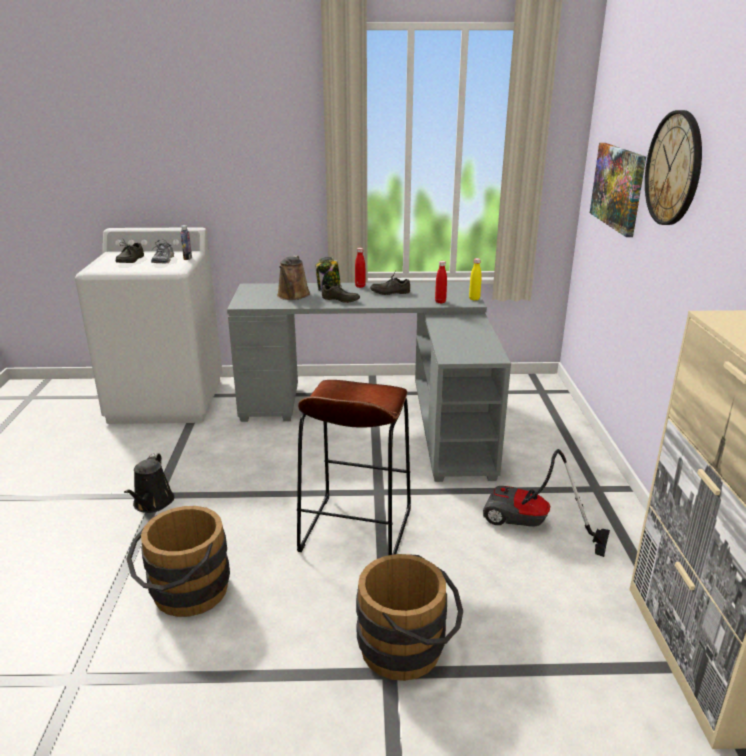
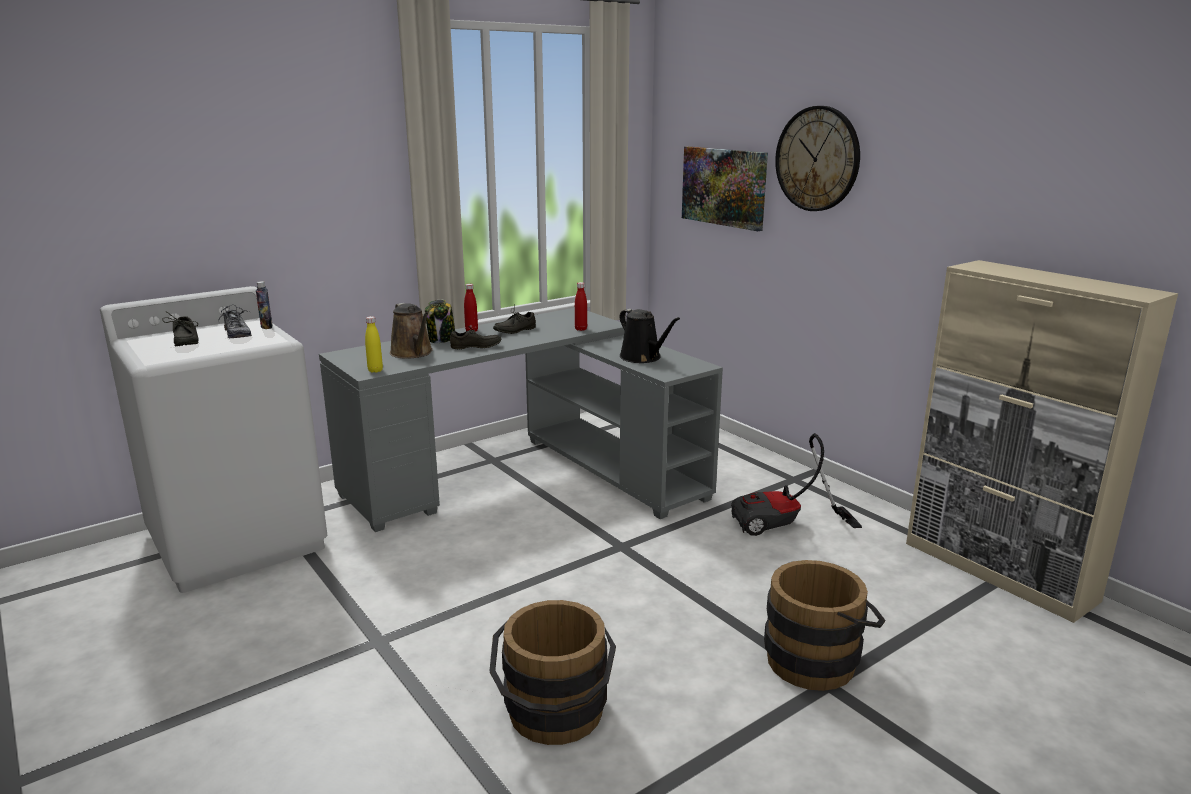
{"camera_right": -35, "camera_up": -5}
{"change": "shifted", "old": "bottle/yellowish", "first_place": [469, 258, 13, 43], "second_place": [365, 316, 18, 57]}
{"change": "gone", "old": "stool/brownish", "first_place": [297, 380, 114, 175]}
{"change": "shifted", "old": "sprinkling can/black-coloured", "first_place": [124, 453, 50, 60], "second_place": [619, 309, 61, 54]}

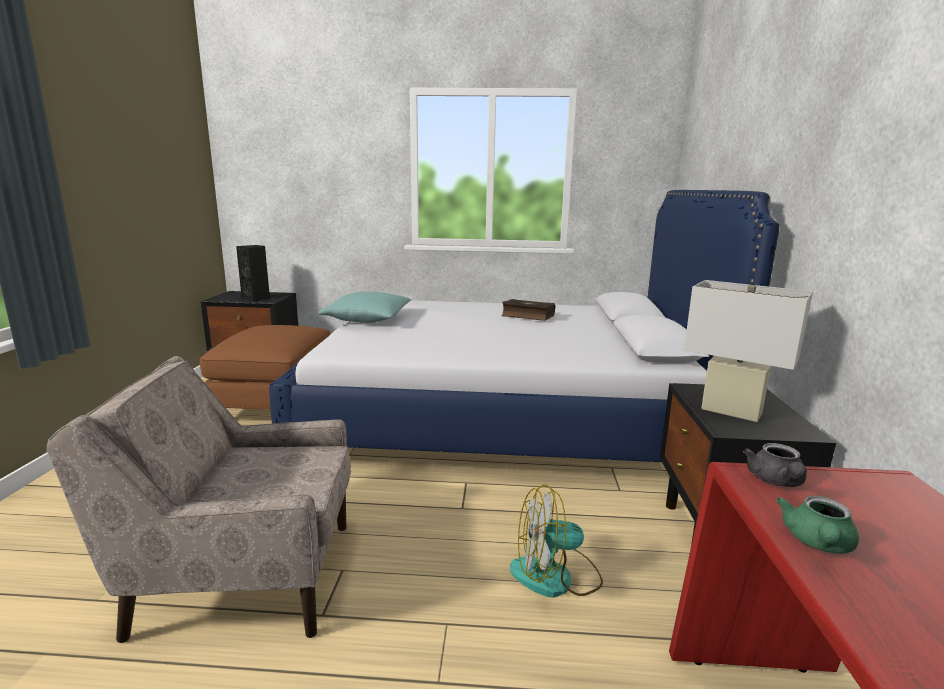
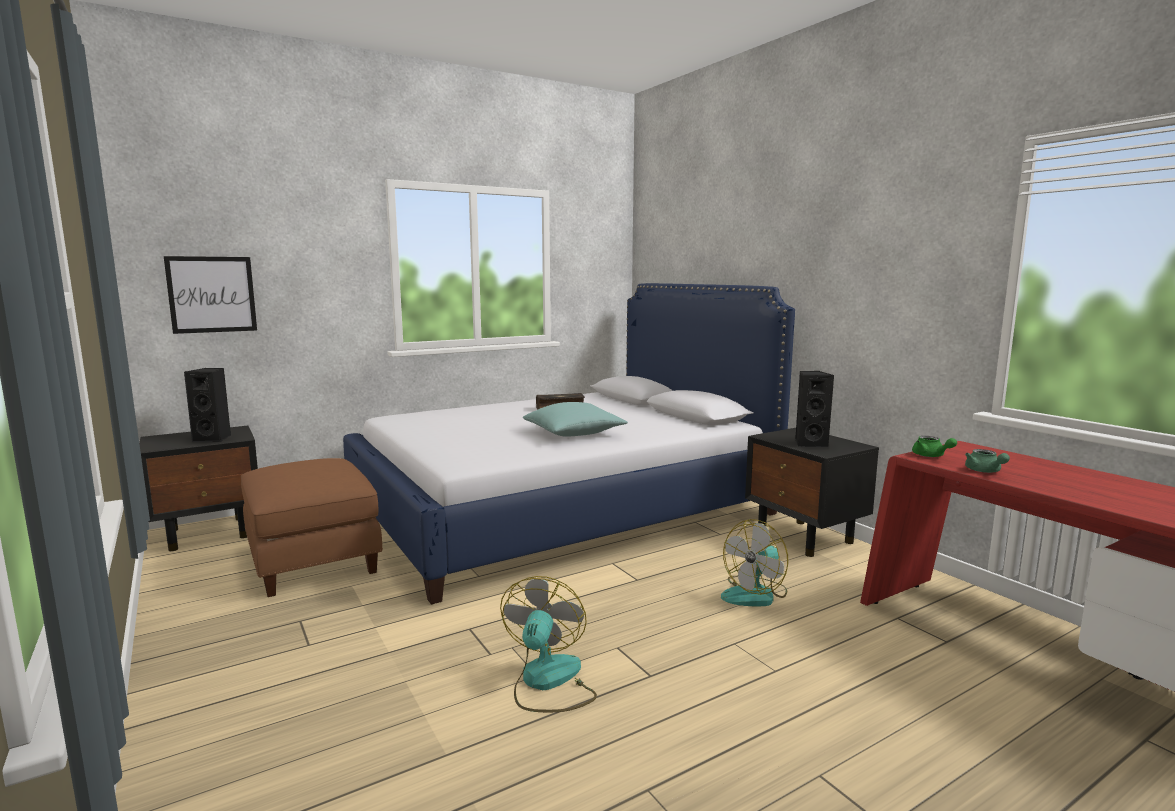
{"camera_right": -35, "camera_up": -5}
{"change": "swapped", "old": "lamp for a table/whitish", "new": "speaker/black-coloured", "first_place": [684, 280, 129, 142], "second_place": [795, 371, 39, 76]}
{"change": "shifted", "old": "cushion/blue-green", "first_place": [318, 291, 93, 32], "second_place": [523, 402, 105, 35]}
{"change": "swapped", "old": "easy chair/sand-coloured", "new": "fan", "first_place": [47, 356, 304, 287], "second_place": [500, 576, 97, 136]}
{"change": "repainted", "old": "teapot/grey", "new": "teapot/green", "first_place": [743, 443, 64, 44], "second_place": [912, 436, 45, 21]}
{"change": "new", "new": "wall picture", "second_place": [164, 256, 93, 78]}

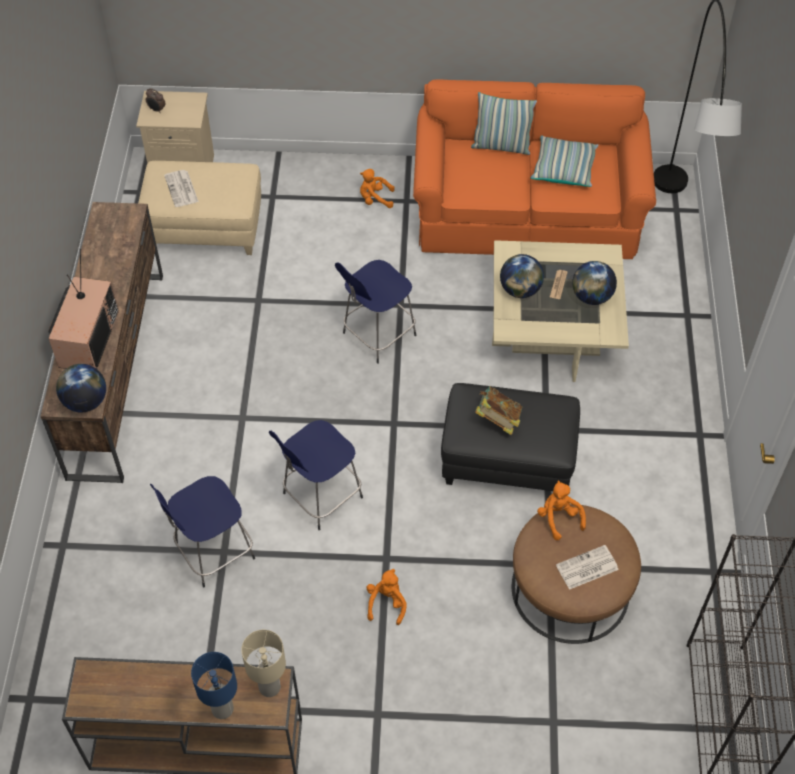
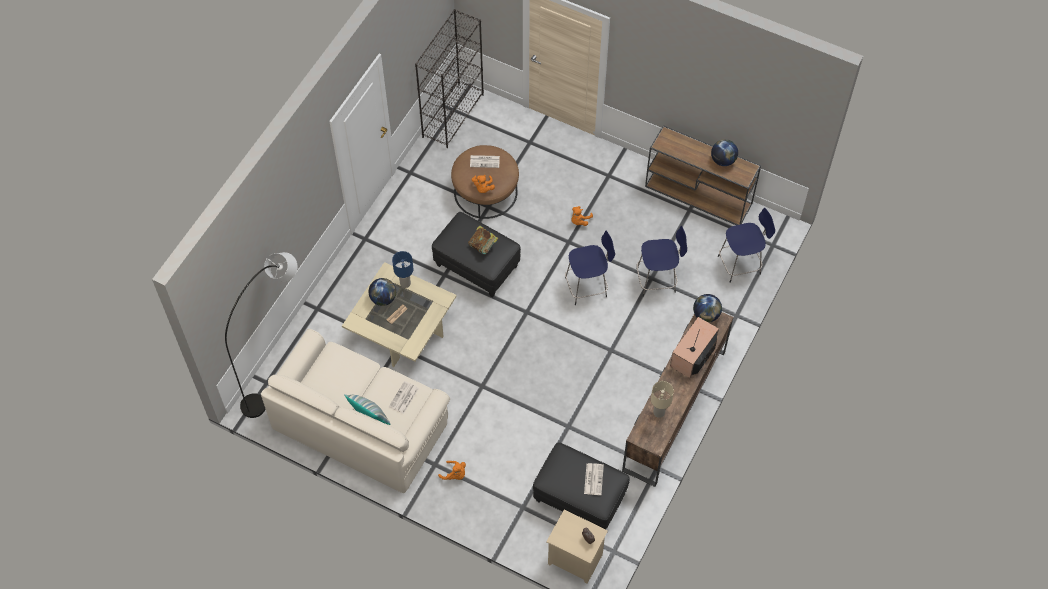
{"camera_right": -155, "camera_up": 5}
{"change": "repainted", "old": "couch/orange-coloured", "new": "couch/sand-coloured", "first_place": [413, 79, 243, 180], "second_place": [261, 329, 189, 164]}
{"change": "gone", "old": "cushion", "first_place": [531, 135, 67, 52]}
{"change": "repainted", "old": "ottoman/sand-coloured", "new": "ottoman/black-coloured", "first_place": [138, 161, 123, 94], "second_place": [533, 442, 97, 87]}
{"change": "shifted", "old": "desk globe", "first_place": [500, 254, 44, 44], "second_place": [711, 139, 27, 27]}
{"change": "shifted", "old": "stool/bluish", "first_place": [335, 260, 81, 104], "second_place": [718, 208, 57, 75]}
{"change": "shifted", "old": "lamp for a table/sand-coloured", "first_place": [241, 630, 45, 67], "second_place": [651, 381, 23, 37]}
{"change": "shifted", "old": "lamp for a table/bluish", "first_place": [191, 652, 46, 67], "second_place": [392, 251, 22, 37]}
{"change": "new", "new": "daily paper", "second_place": [389, 381, 30, 33]}

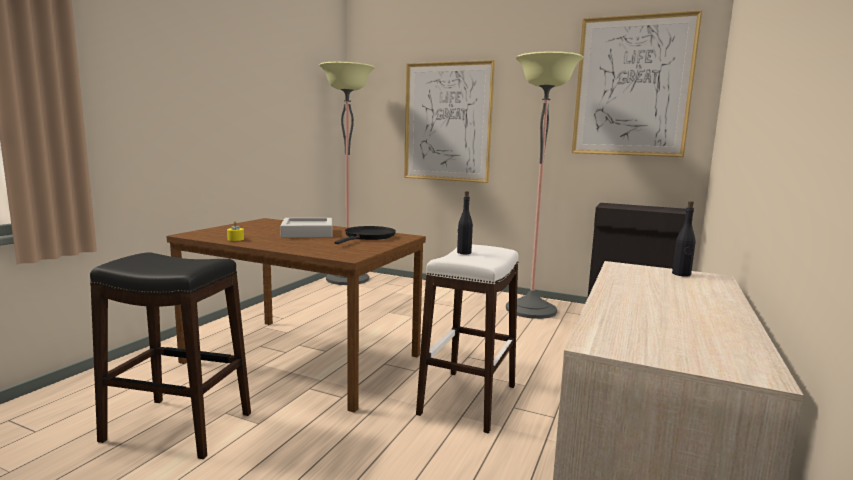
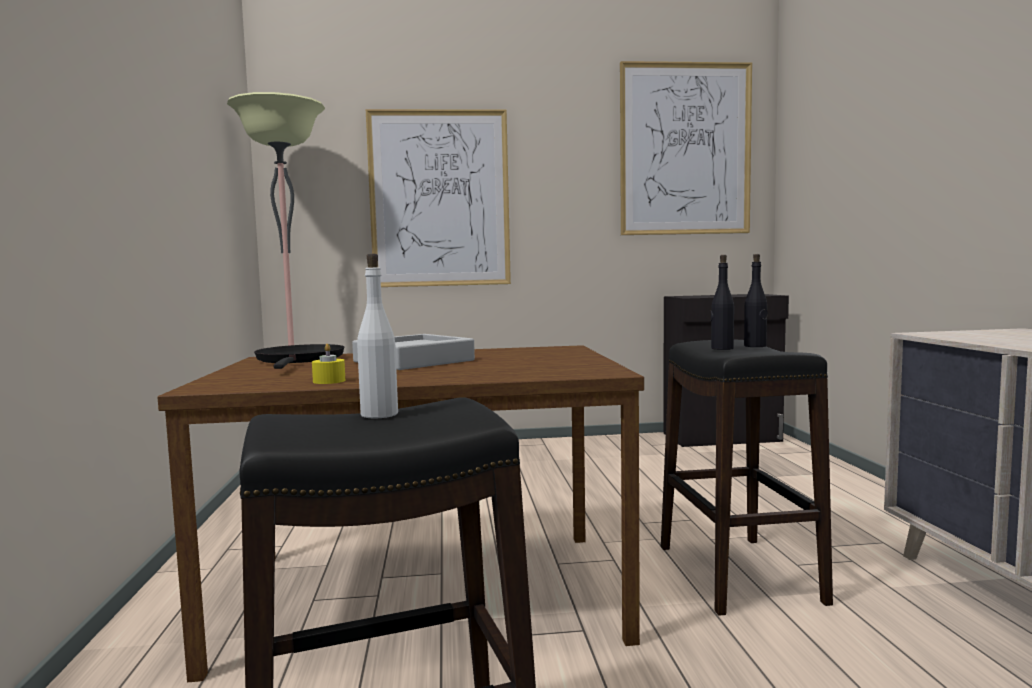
{"camera_right": -30, "camera_up": -5}
{"change": "gone", "old": "standard lamp", "first_place": [506, 51, 78, 268]}
{"change": "shifted", "old": "bottle/black-coloured", "first_place": [672, 201, 24, 76], "second_place": [744, 254, 24, 93]}
{"change": "shifted", "old": "pan/black-coloured", "first_place": [335, 226, 61, 18], "second_place": [254, 344, 90, 25]}
{"change": "repainted", "old": "stool/whitish", "new": "stool/black-coloured", "first_place": [416, 244, 102, 190], "second_place": [661, 340, 172, 276]}
{"change": "new", "new": "bottle/whitish", "second_place": [357, 254, 41, 164]}

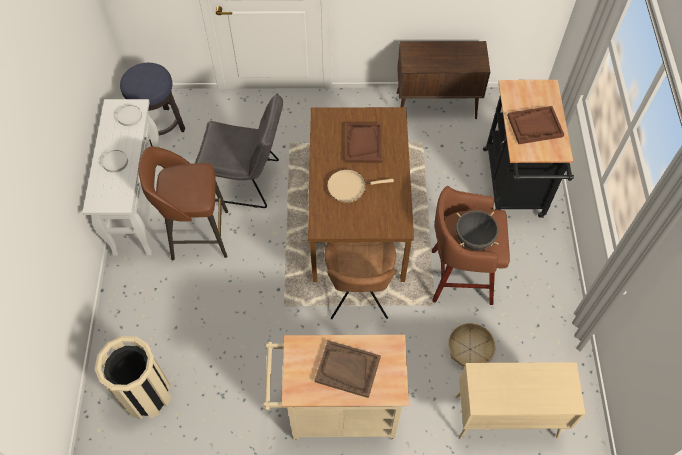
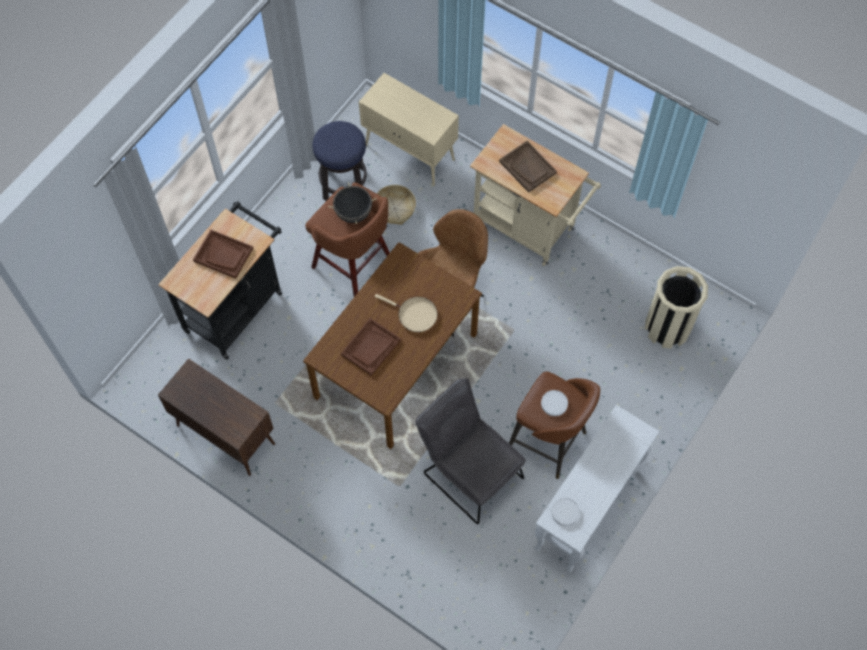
{"camera_right": -145, "camera_up": 5}
{"change": "shifted", "old": "stool", "first_place": [120, 63, 65, 84], "second_place": [312, 121, 55, 80]}
{"change": "shifted", "old": "dinner plate/whitish", "first_place": [102, 150, 26, 23], "second_place": [541, 390, 27, 26]}

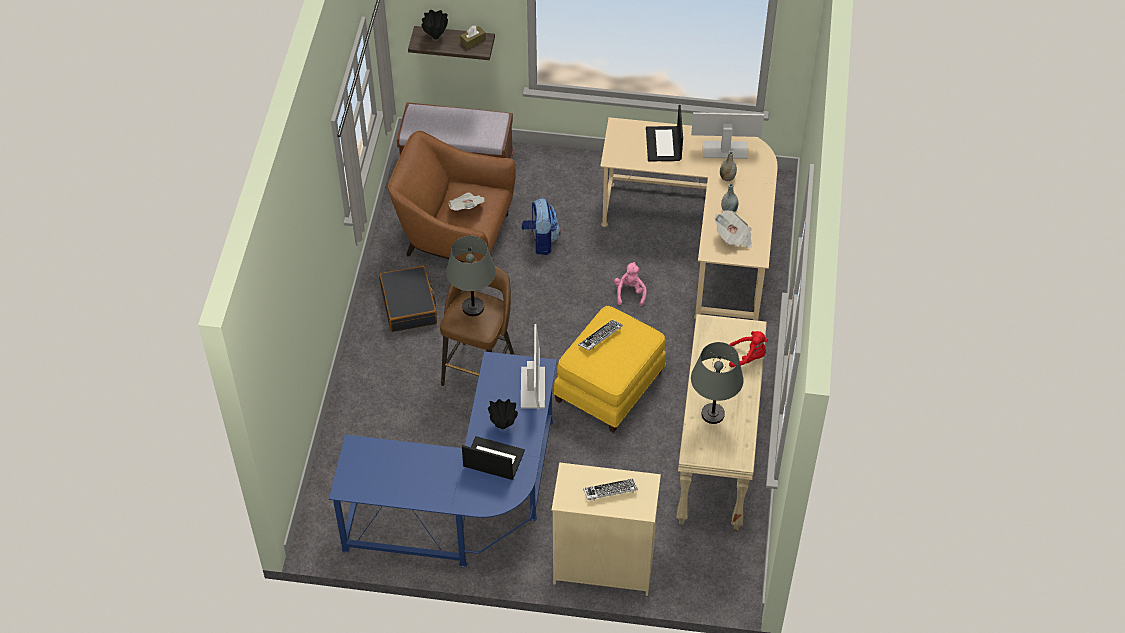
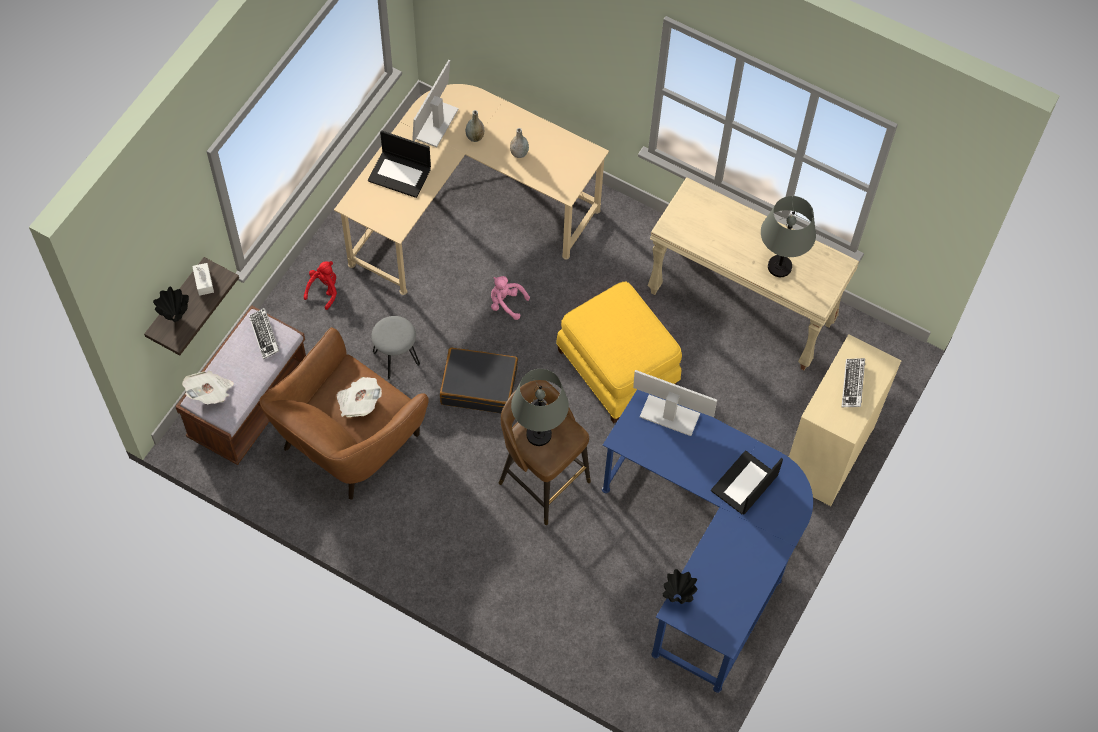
{"camera_right": -70, "camera_up": 10}
{"change": "repainted", "old": "tissue holder/brownish", "new": "tissue holder/whitish", "first_place": [460, 25, 26, 24], "second_place": [192, 263, 22, 33]}
{"change": "swapped", "old": "knapsack", "new": "stool/grey", "first_place": [522, 198, 38, 57], "second_place": [371, 316, 49, 64]}
{"change": "shifted", "old": "daily paper", "first_place": [715, 210, 37, 38], "second_place": [182, 371, 52, 33]}
{"change": "shifted", "old": "travel case/black-coloured", "first_place": [379, 266, 58, 66], "second_place": [440, 348, 78, 65]}
{"change": "shifted", "old": "keyboard", "first_place": [578, 320, 45, 31], "second_place": [249, 308, 30, 51]}
{"change": "shifted", "old": "cuddly toy/red", "first_place": [729, 331, 39, 36], "second_place": [304, 261, 33, 49]}
{"change": "shifted", "old": "flower vase/black-coloured", "first_place": [488, 399, 30, 30], "second_place": [663, 569, 34, 35]}

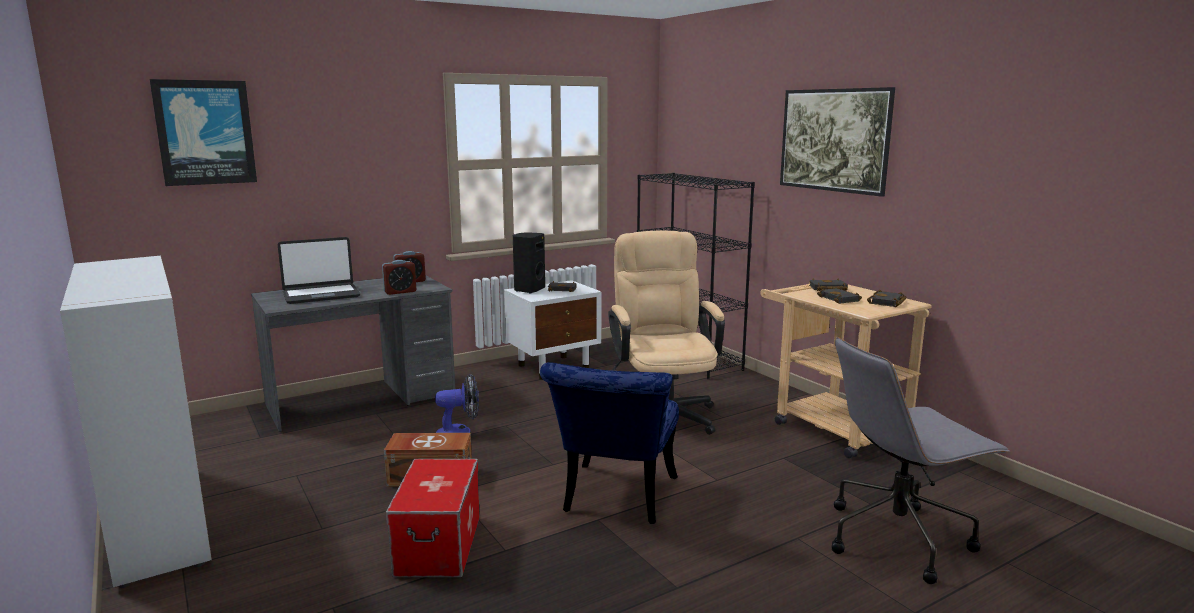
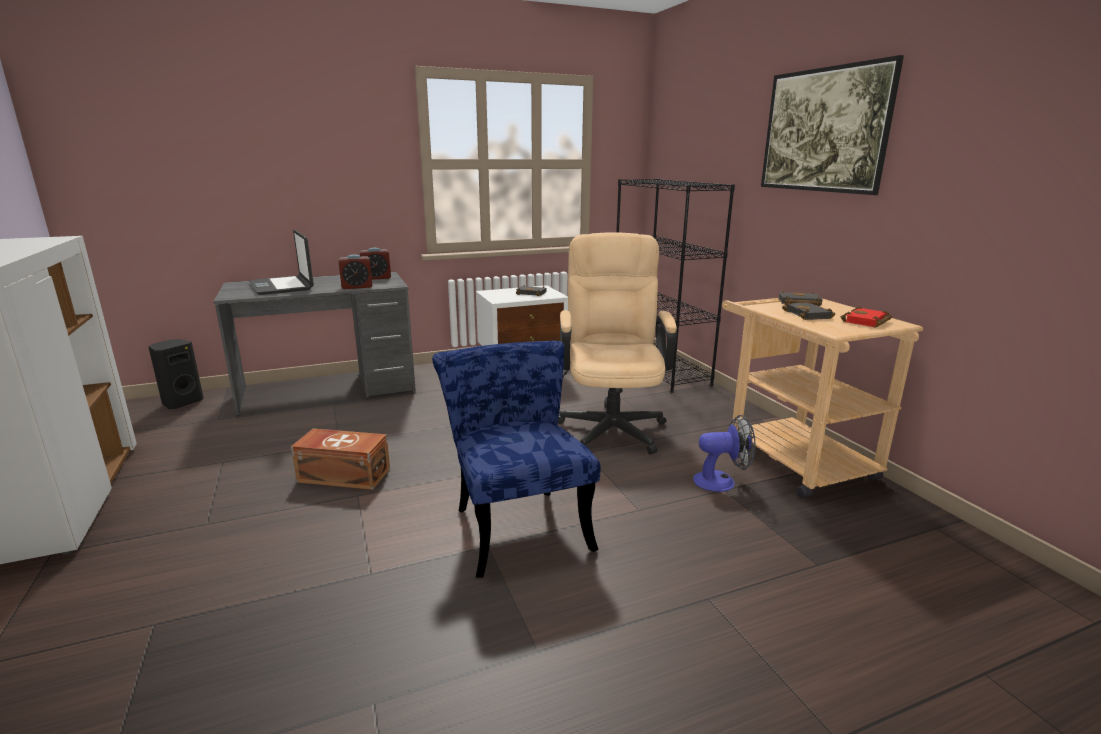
{"camera_right": 10, "camera_up": 5}
{"change": "gone", "old": "wall picture", "first_place": [150, 79, 107, 107]}
{"change": "shifted", "old": "speaker/black-coloured", "first_place": [513, 232, 32, 61], "second_place": [148, 339, 55, 70]}
{"change": "rotated", "old": "portable computer", "first_place": [278, 237, 82, 67], "second_place": [250, 230, 64, 65], "degrees": 75}
{"change": "repainted", "old": "bound book/black-coloured", "new": "bound book/red", "first_place": [867, 290, 40, 17], "second_place": [841, 306, 51, 22]}
{"change": "gone", "old": "computer chair/grey", "first_place": [832, 337, 178, 247]}
{"change": "rotated", "old": "plain chair/bluish", "first_place": [540, 362, 139, 162], "second_place": [432, 341, 168, 237], "degrees": 135}
{"change": "shifted", "old": "fan", "first_place": [435, 374, 44, 59], "second_place": [693, 415, 63, 77]}
{"change": "gone", "old": "storage box", "first_place": [386, 459, 94, 118]}

